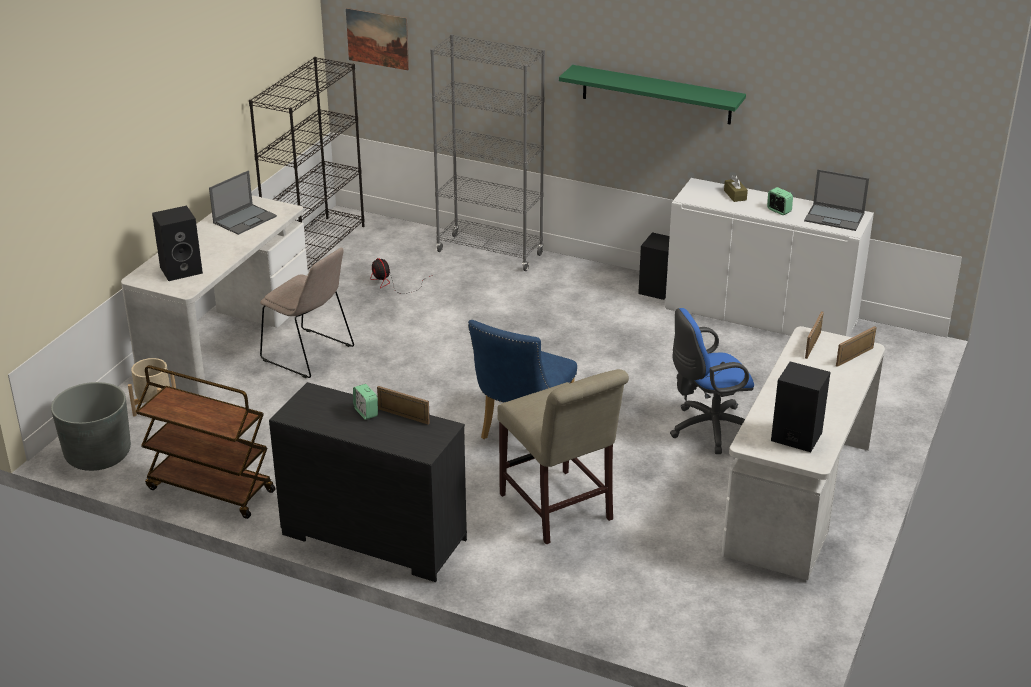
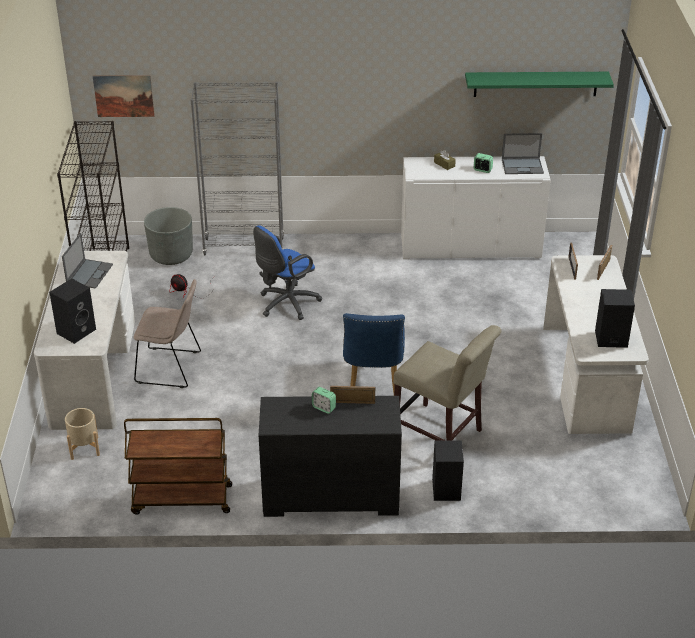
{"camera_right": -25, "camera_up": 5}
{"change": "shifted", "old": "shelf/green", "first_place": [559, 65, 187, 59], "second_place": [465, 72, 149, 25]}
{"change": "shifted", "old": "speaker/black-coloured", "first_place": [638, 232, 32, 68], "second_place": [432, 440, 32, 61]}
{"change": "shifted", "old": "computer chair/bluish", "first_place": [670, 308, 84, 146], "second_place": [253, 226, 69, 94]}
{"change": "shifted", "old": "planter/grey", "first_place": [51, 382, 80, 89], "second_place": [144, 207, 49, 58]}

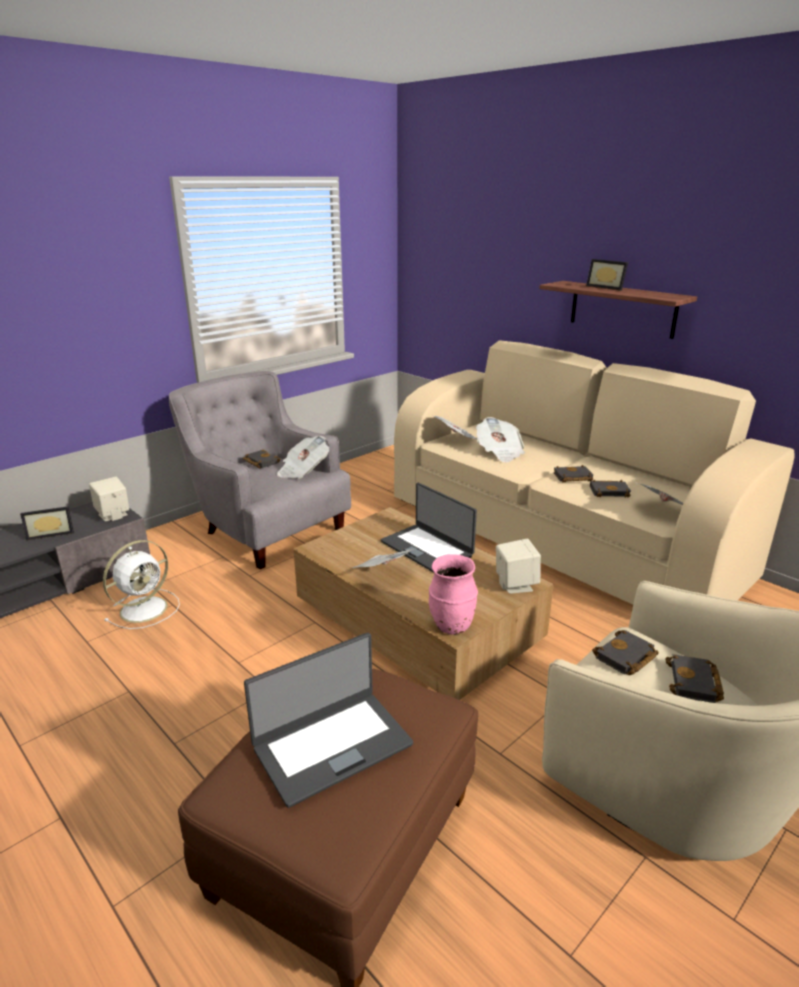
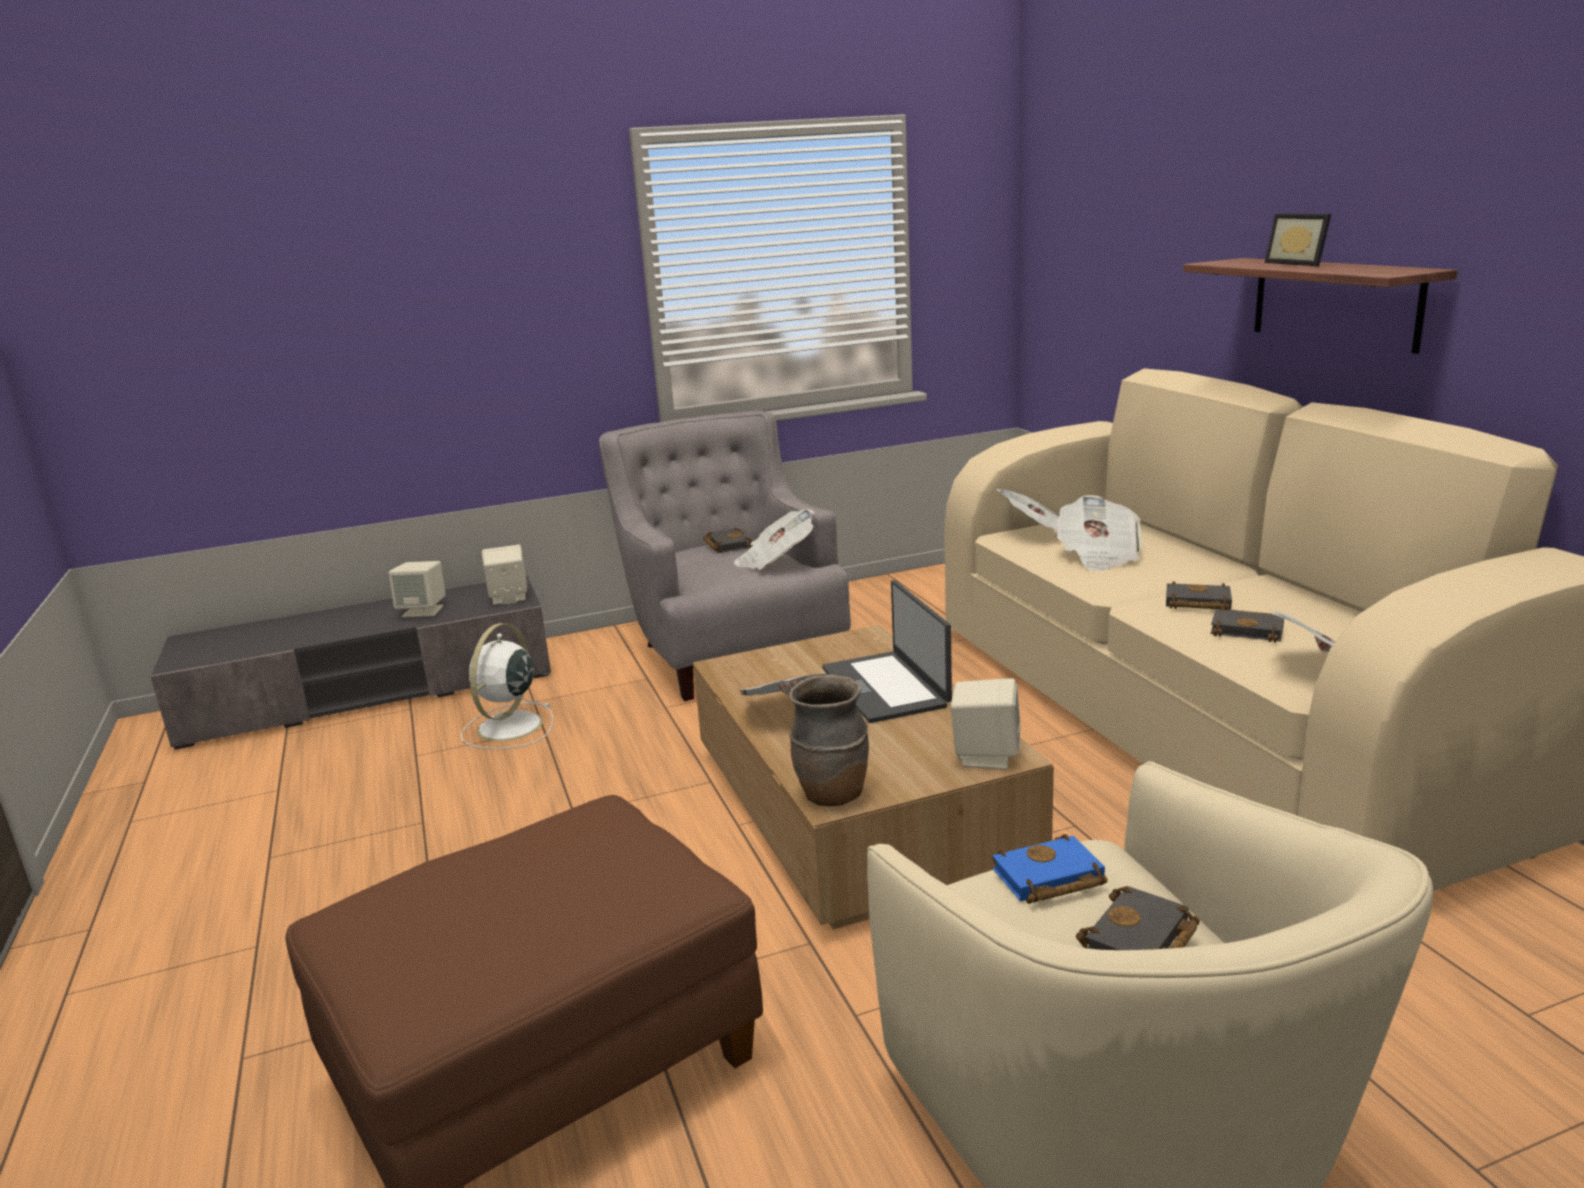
{"camera_right": 25, "camera_up": -5}
{"change": "swapped", "old": "standing frame", "new": "speaker/sand-coloured", "first_place": [20, 506, 54, 34], "second_place": [389, 561, 57, 57]}
{"change": "rotated", "old": "fan/whitish", "first_place": [103, 540, 77, 89], "second_place": [461, 623, 92, 126], "degrees": 135}
{"change": "repainted", "old": "flower vase/pinkish", "new": "flower vase/brownish", "first_place": [429, 554, 49, 81], "second_place": [789, 675, 80, 131]}
{"change": "repainted", "old": "bound book/black-coloured", "new": "bound book/bluish", "first_place": [592, 630, 67, 45], "second_place": [991, 834, 117, 70]}
{"change": "gone", "old": "portable computer", "first_place": [244, 633, 169, 175]}

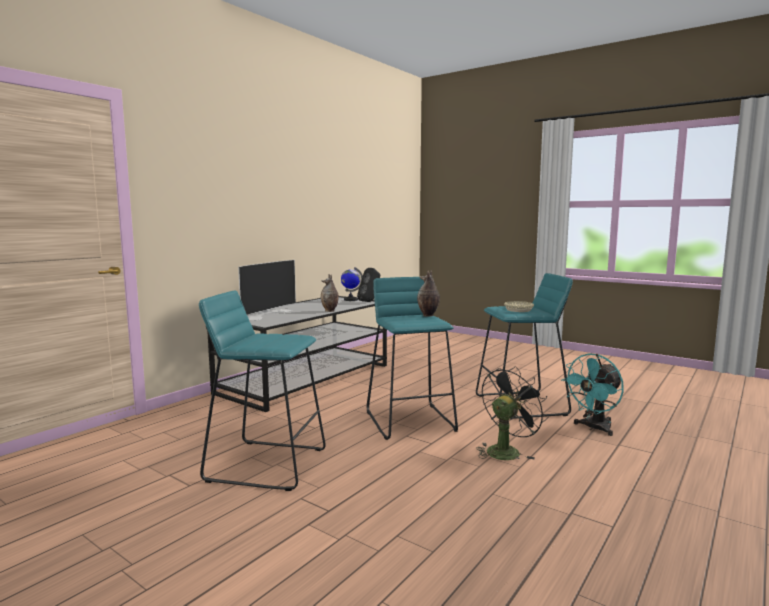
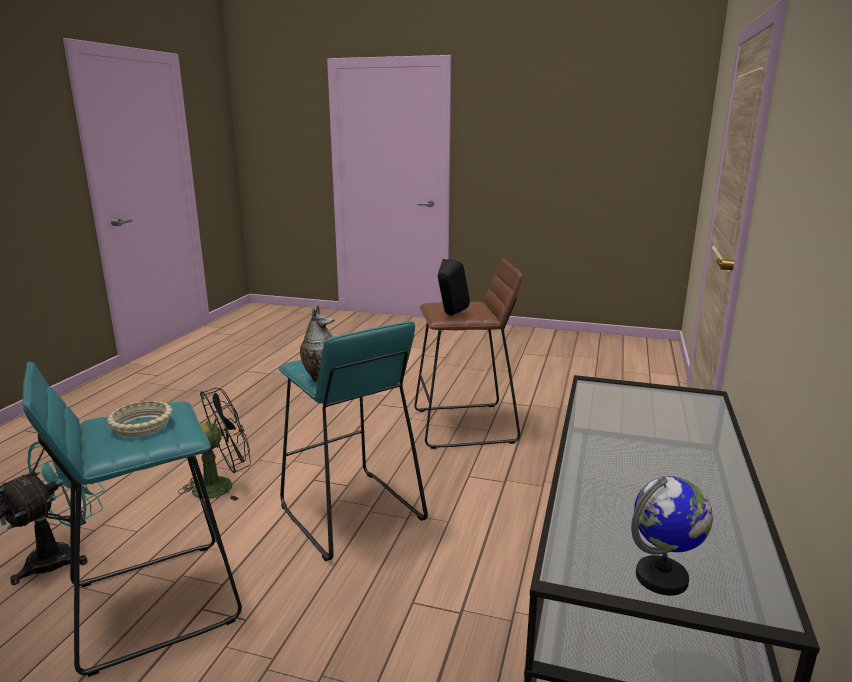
{"camera_right": 160, "camera_up": 10}
{"change": "gone", "old": "TV set", "first_place": [238, 260, 58, 60]}
{"change": "shifted", "old": "speaker/black-coloured", "first_place": [357, 268, 23, 34], "second_place": [438, 259, 32, 57]}
{"change": "gone", "old": "flower vase", "first_place": [321, 274, 18, 38]}
{"change": "repainted", "old": "stool/blue-green", "new": "stool/brownish", "first_place": [199, 291, 127, 200], "second_place": [414, 259, 108, 190]}
{"change": "rotated", "old": "fan/black-coloured", "first_place": [476, 366, 73, 94], "second_place": [178, 388, 73, 113], "degrees": -150}

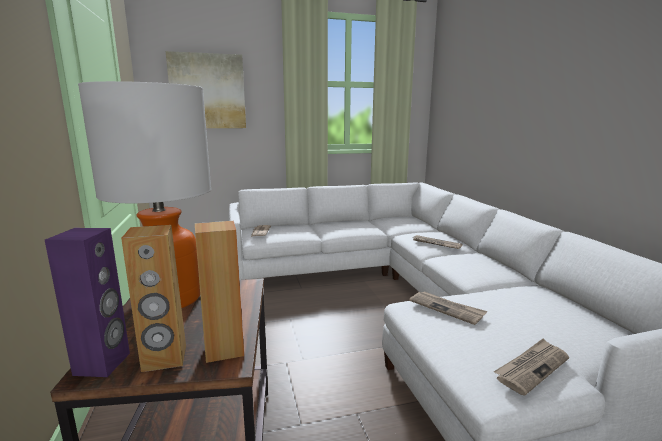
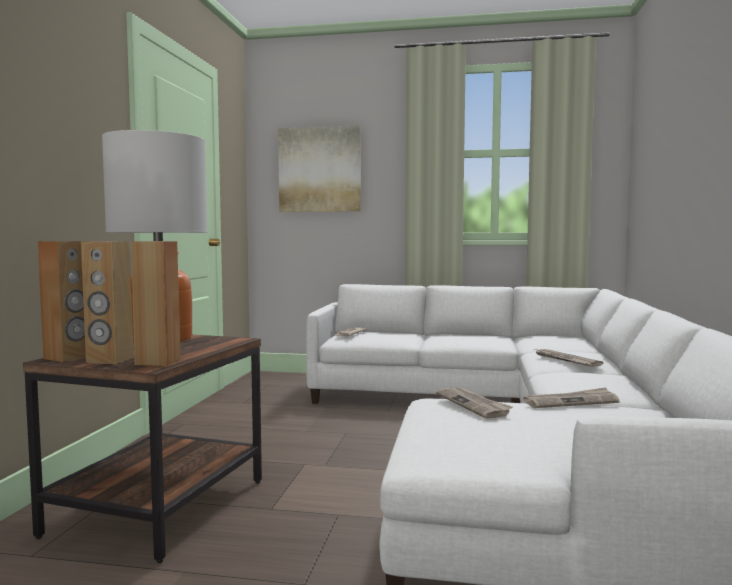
{"camera_right": 25, "camera_up": -10}
{"change": "repainted", "old": "speaker/purple", "new": "speaker/brownish", "first_place": [45, 228, 85, 149], "second_place": [38, 241, 48, 121]}
{"change": "shifted", "old": "daily paper", "first_place": [494, 339, 75, 57], "second_place": [523, 388, 97, 20]}

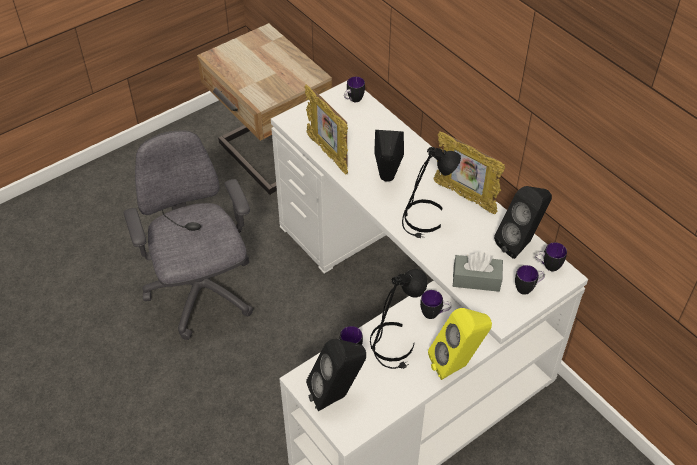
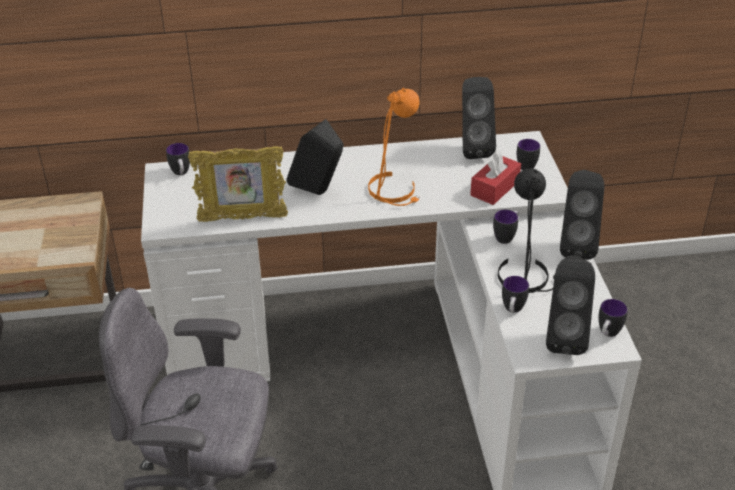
{"camera_right": -60, "camera_up": -10}
{"change": "gone", "old": "standing frame", "first_place": [433, 131, 72, 83]}
{"change": "repainted", "old": "lamp for a table/black-coloured", "new": "lamp for a table/orange-coloured", "first_place": [402, 147, 59, 91], "second_place": [368, 88, 52, 118]}
{"change": "shifted", "old": "tea mug", "first_place": [535, 242, 32, 29], "second_place": [598, 299, 30, 38]}
{"change": "repainted", "old": "tissue holder/grey", "new": "tissue holder/red", "first_place": [453, 252, 50, 40], "second_place": [470, 151, 51, 54]}
{"change": "repainted", "old": "speaker/yellowish", "new": "speaker/black-coloured", "first_place": [428, 308, 64, 72], "second_place": [560, 170, 44, 90]}

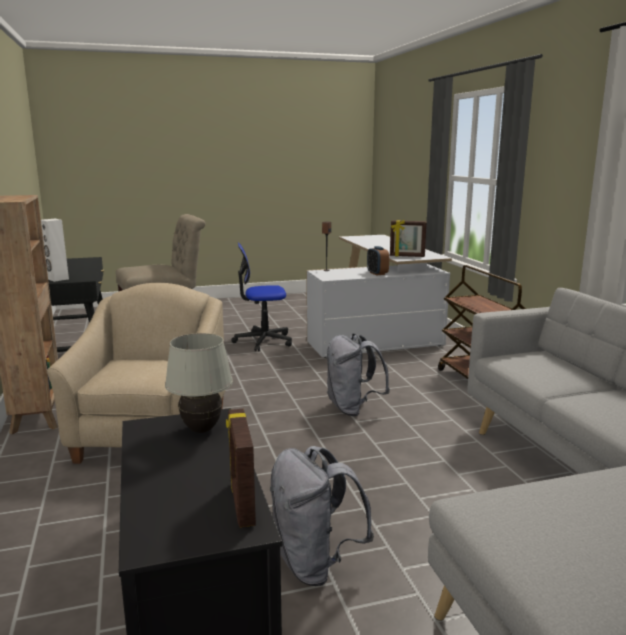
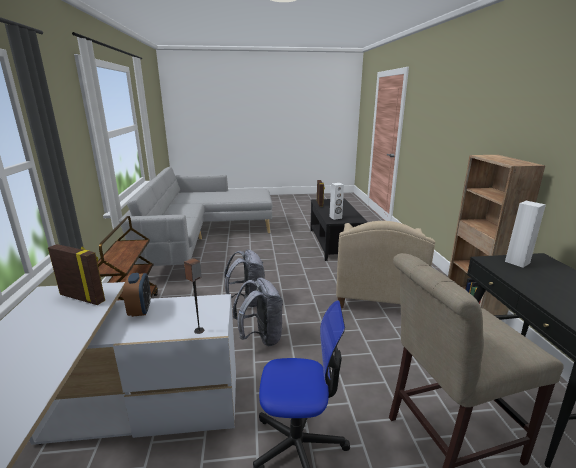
{"camera_right": -170, "camera_up": 5}
{"change": "swapped", "old": "lamp for a table/whitish", "new": "speaker/whitish", "first_place": [165, 333, 68, 100], "second_place": [330, 183, 14, 37]}
{"change": "shifted", "old": "knapsack/grey", "first_place": [270, 446, 104, 140], "second_place": [233, 277, 50, 69]}

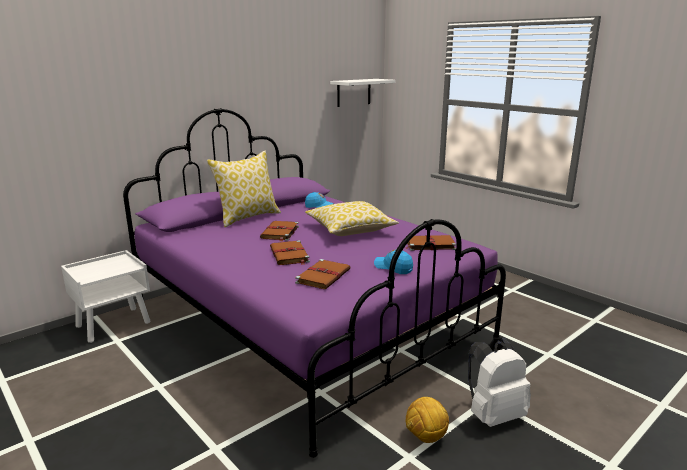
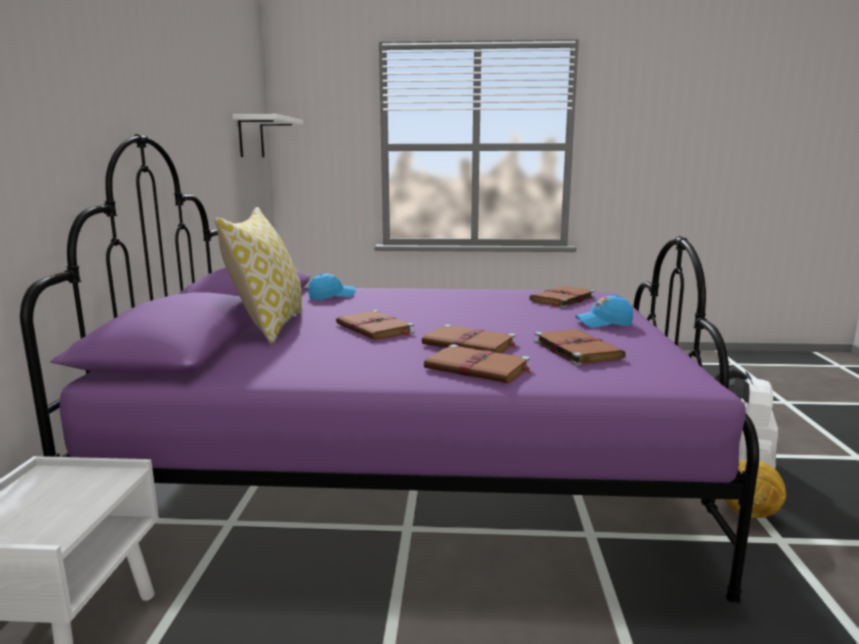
{"camera_right": -45, "camera_up": -5}
{"change": "gone", "old": "cushion", "first_place": [305, 201, 94, 35]}
{"change": "new", "new": "bound book/brownish", "second_place": [424, 344, 109, 39]}

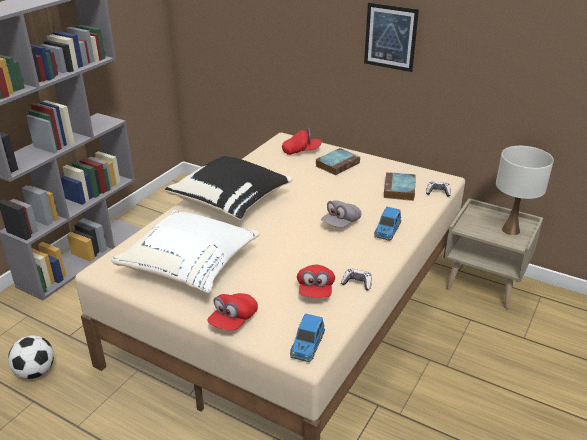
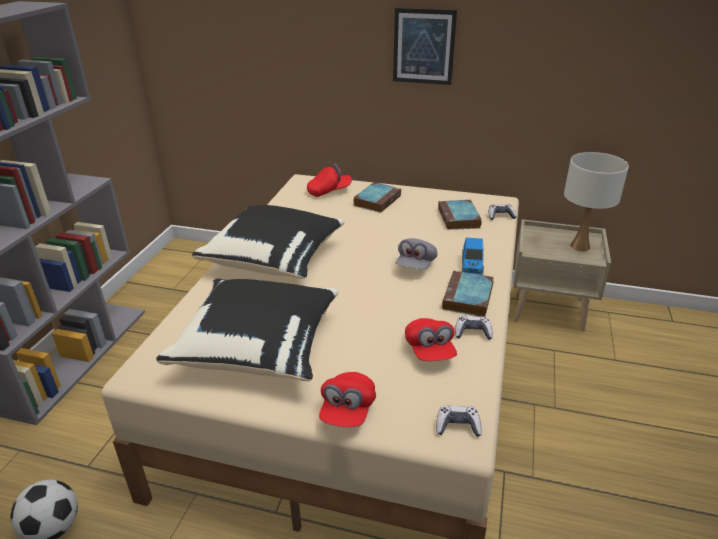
{"camera_right": -15, "camera_up": 0}
{"change": "repainted", "old": "cushion/whitish", "new": "cushion/black-coloured", "first_place": [112, 210, 148, 83], "second_place": [156, 279, 182, 102]}
{"change": "swapped", "old": "toy car", "new": "gamepad", "first_place": [290, 313, 35, 49], "second_place": [436, 405, 46, 32]}
{"change": "new", "new": "bound book", "second_place": [442, 271, 52, 46]}

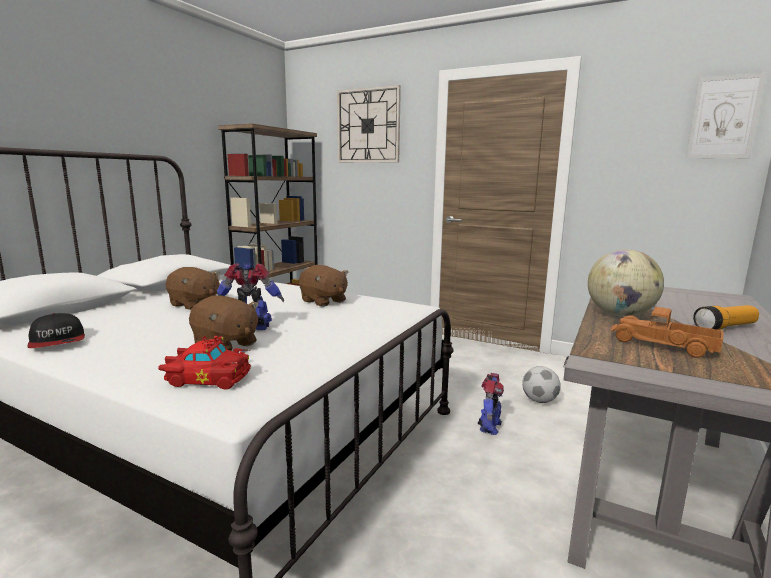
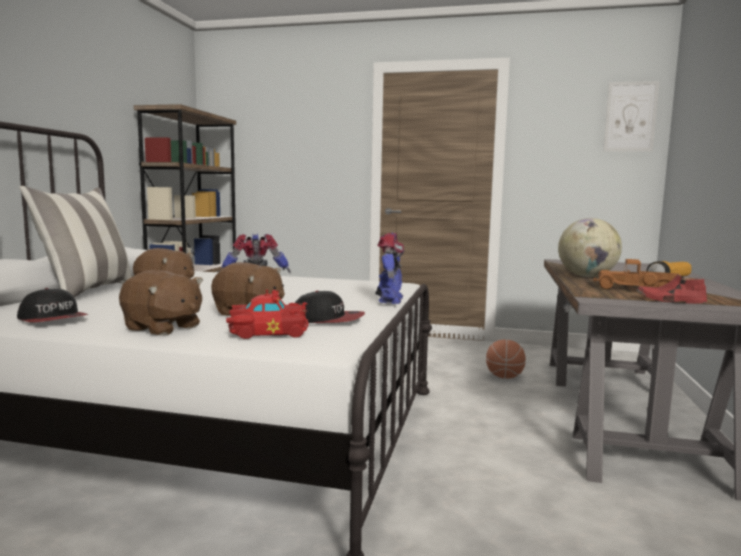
{"camera_right": -15, "camera_up": -5}
{"change": "gone", "old": "wall clock", "first_place": [337, 85, 64, 78]}
{"change": "shifted", "old": "cuddly toy/brownish", "first_place": [299, 265, 49, 42], "second_place": [119, 270, 84, 66]}
{"change": "swapped", "old": "football", "new": "basketball ball", "first_place": [522, 366, 39, 37], "second_place": [486, 339, 40, 40]}
{"change": "shifted", "old": "toy robot", "first_place": [478, 373, 26, 62], "second_place": [375, 232, 30, 72]}
{"change": "new", "new": "cushion", "second_place": [20, 186, 113, 111]}
{"change": "new", "new": "shoe/red", "second_place": [636, 275, 71, 29]}
{"change": "new", "new": "baseball cap", "second_place": [295, 291, 70, 32]}

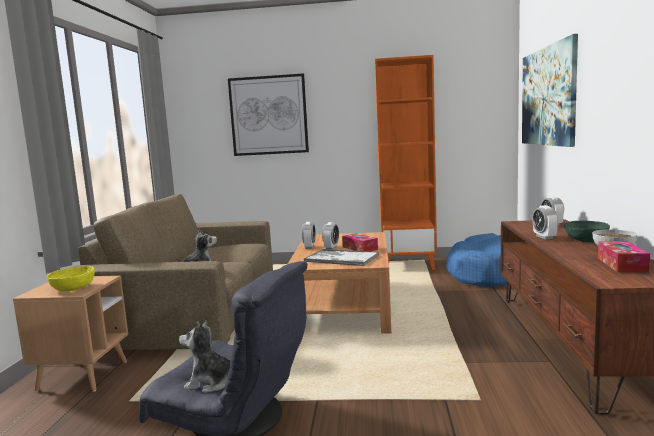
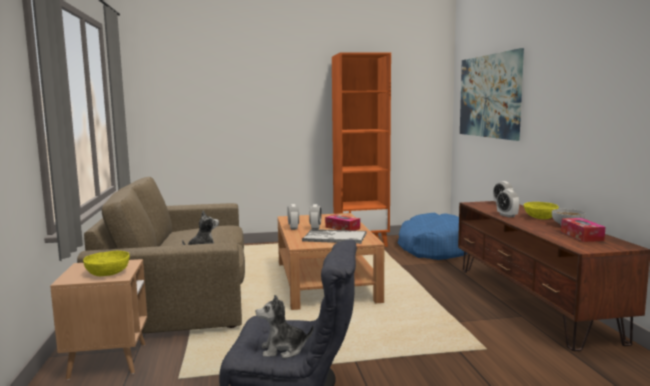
{"camera_right": -15, "camera_up": 0}
{"change": "gone", "old": "wall picture", "first_place": [228, 73, 81, 83]}
{"change": "repainted", "old": "deep dish/green", "new": "deep dish/yellowish", "first_place": [564, 221, 46, 22], "second_place": [524, 202, 35, 17]}

